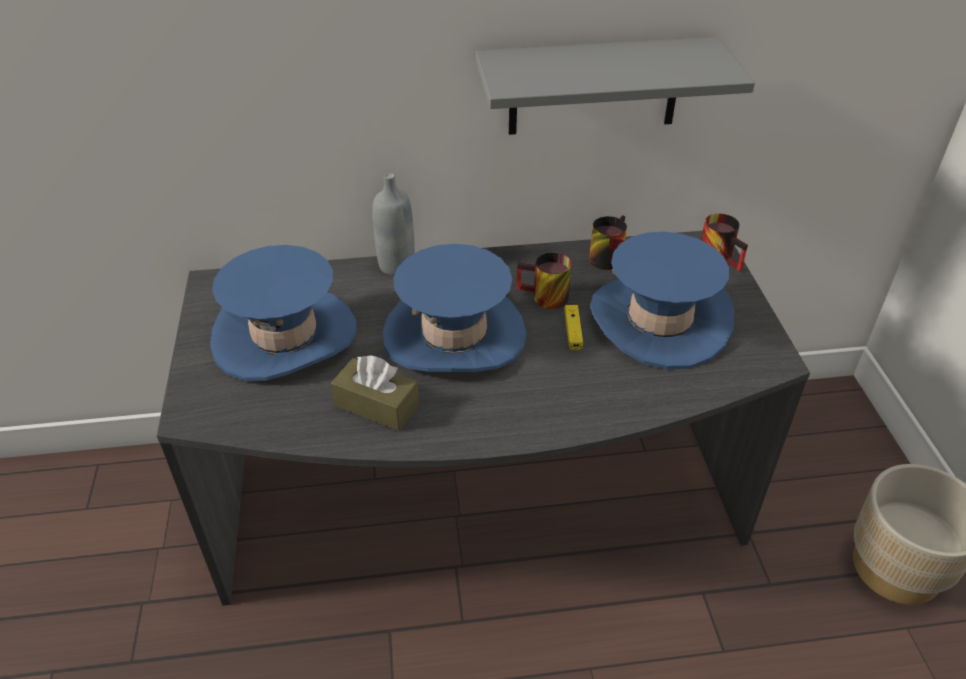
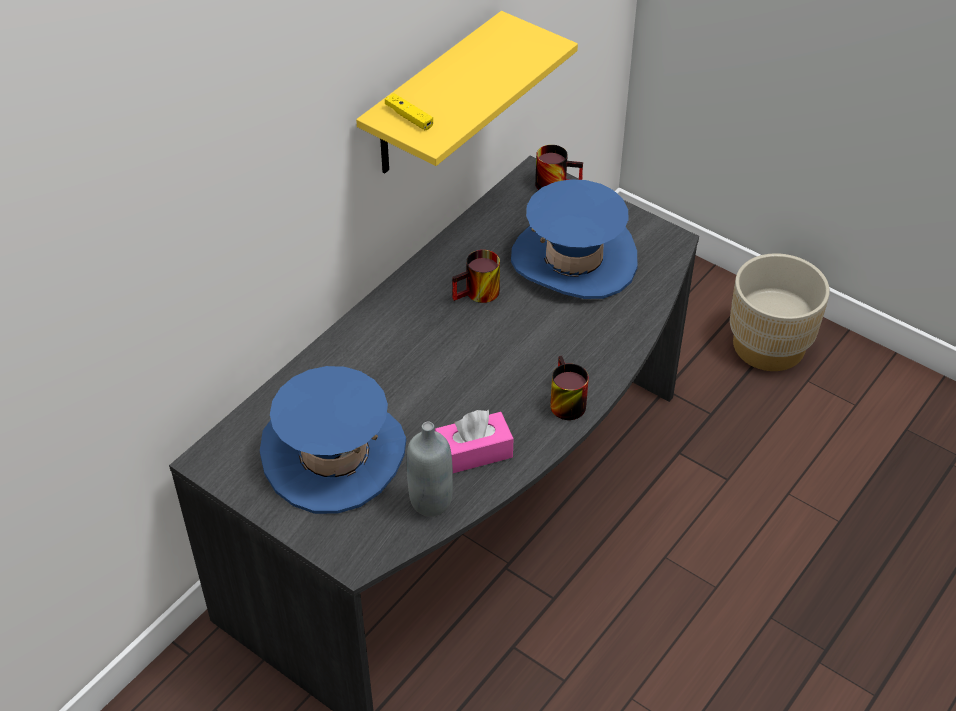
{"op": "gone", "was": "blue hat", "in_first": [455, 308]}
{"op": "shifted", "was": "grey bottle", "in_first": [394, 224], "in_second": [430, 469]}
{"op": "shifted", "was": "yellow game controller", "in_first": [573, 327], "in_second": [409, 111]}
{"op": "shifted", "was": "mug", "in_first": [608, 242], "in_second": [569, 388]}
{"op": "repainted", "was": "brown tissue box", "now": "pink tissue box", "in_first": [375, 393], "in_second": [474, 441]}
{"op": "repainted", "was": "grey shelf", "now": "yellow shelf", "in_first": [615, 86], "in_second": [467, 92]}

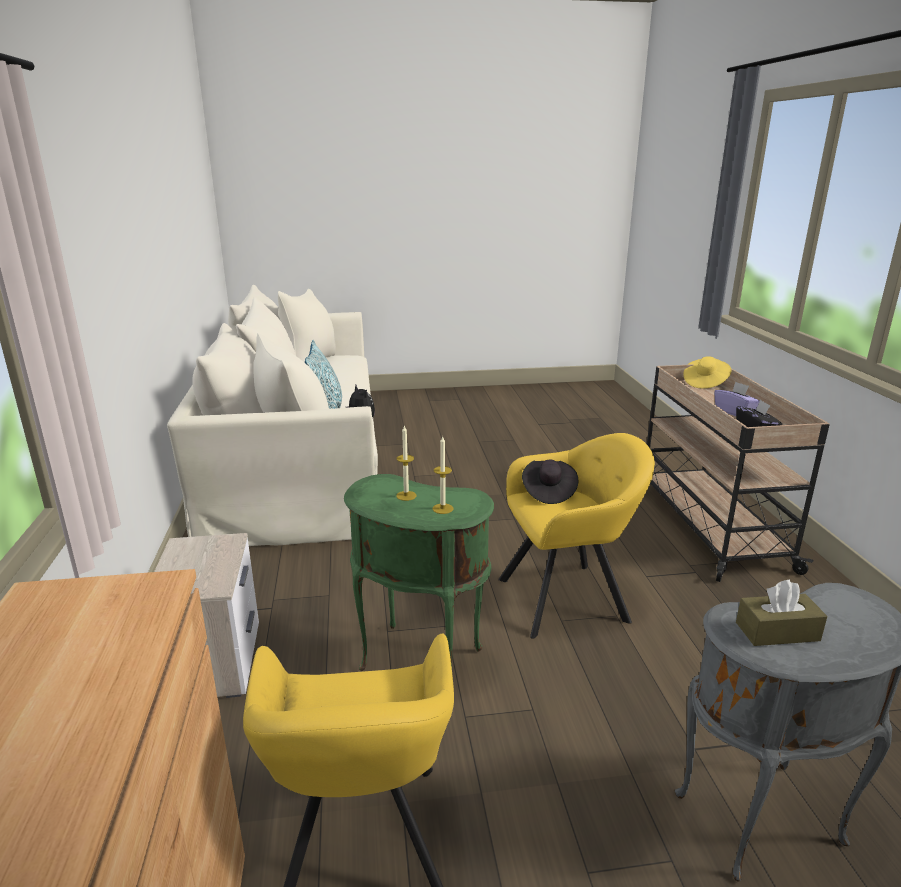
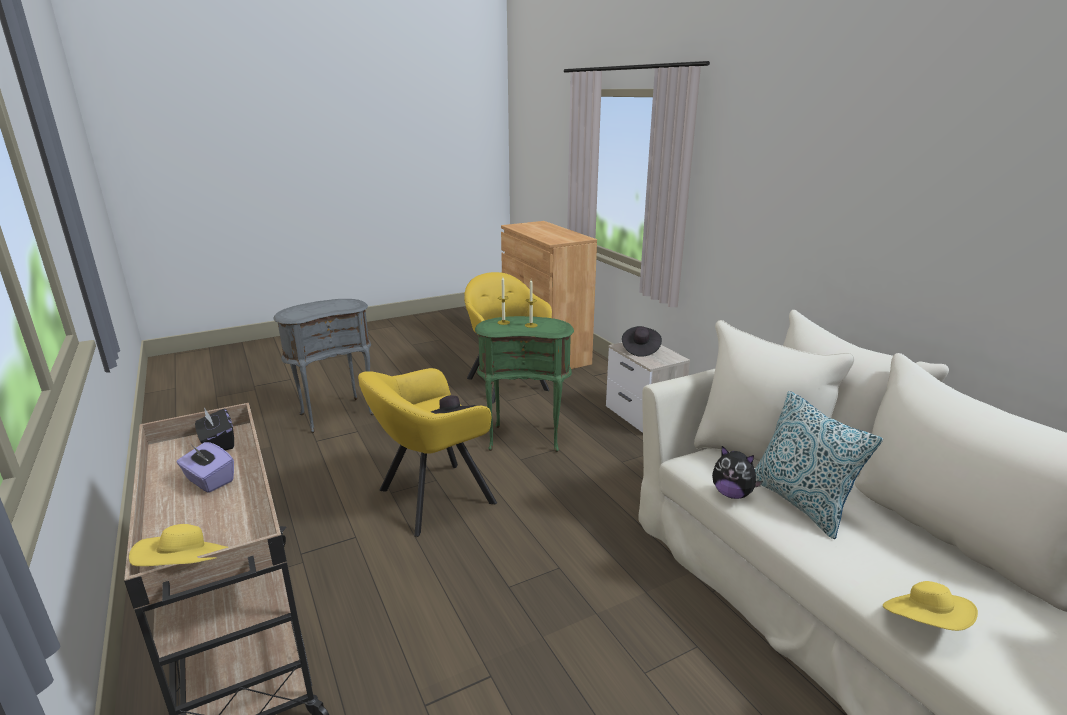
{"op": "gone", "was": "brown tissue box", "in_first": [781, 613]}
{"op": "new", "now": "black hat", "in_second": [642, 341]}
{"op": "new", "now": "yellow hat", "in_second": [930, 606]}

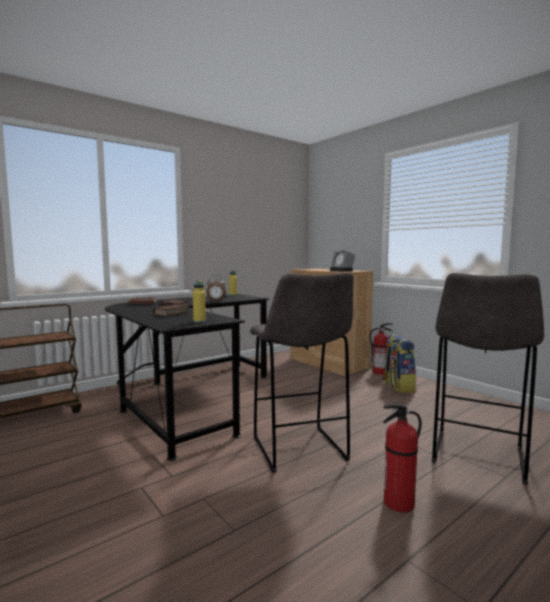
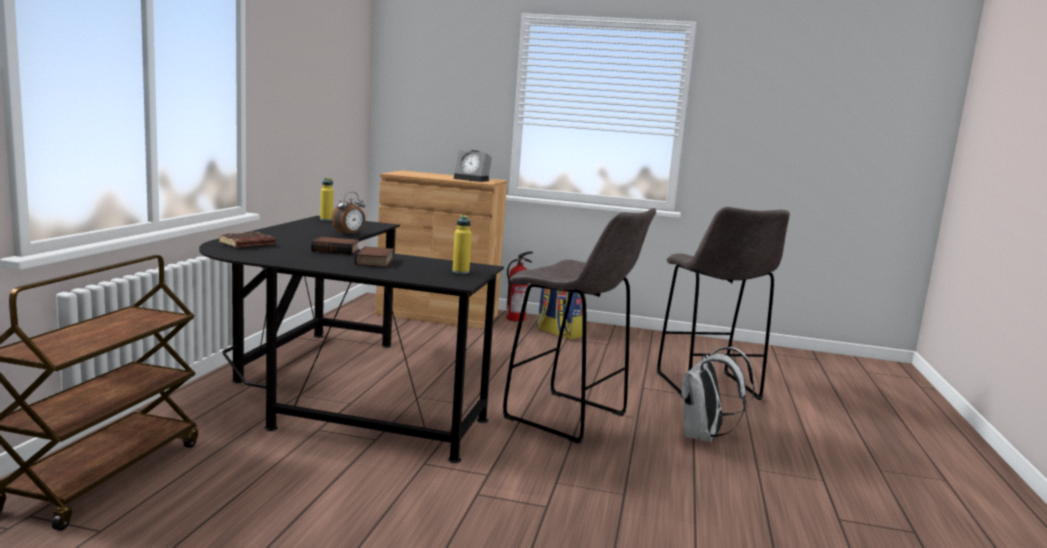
{"op": "swapped", "was": "fire extinguisher", "now": "white backpack", "in_first": [402, 458], "in_second": [718, 394]}

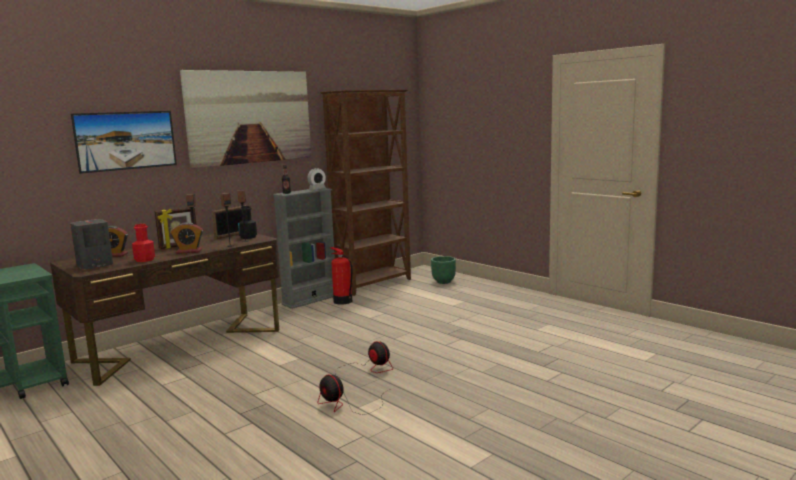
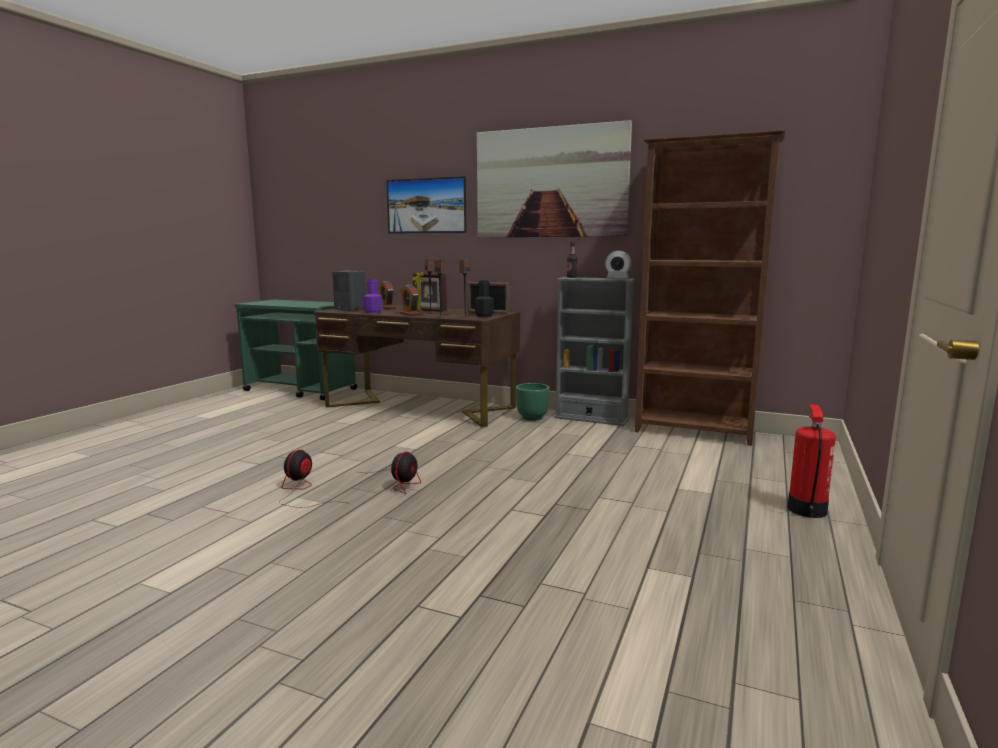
{"op": "shifted", "was": "fire extinguisher", "in_first": [341, 276], "in_second": [812, 461]}
{"op": "shifted", "was": "green planter", "in_first": [443, 270], "in_second": [533, 402]}
{"op": "repainted", "was": "red bottle", "now": "purple bottle", "in_first": [143, 243], "in_second": [372, 296]}

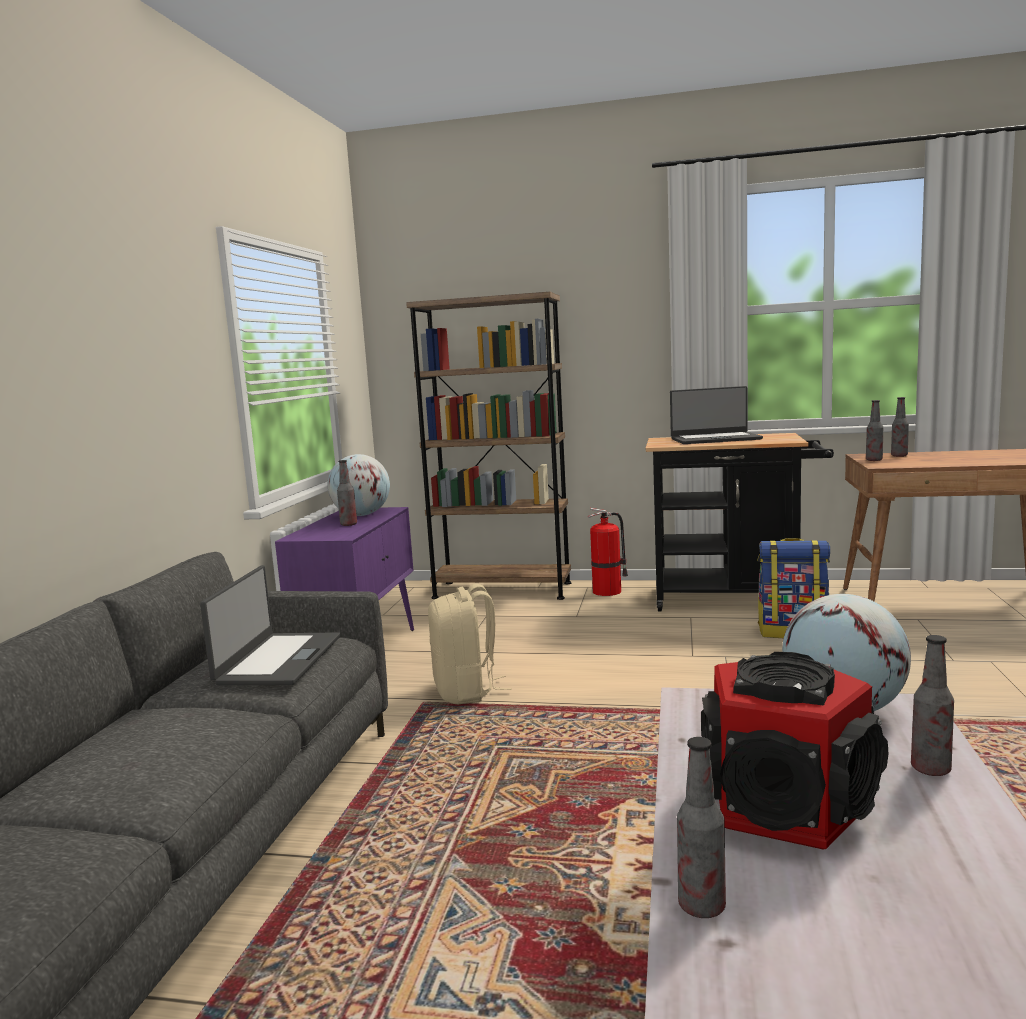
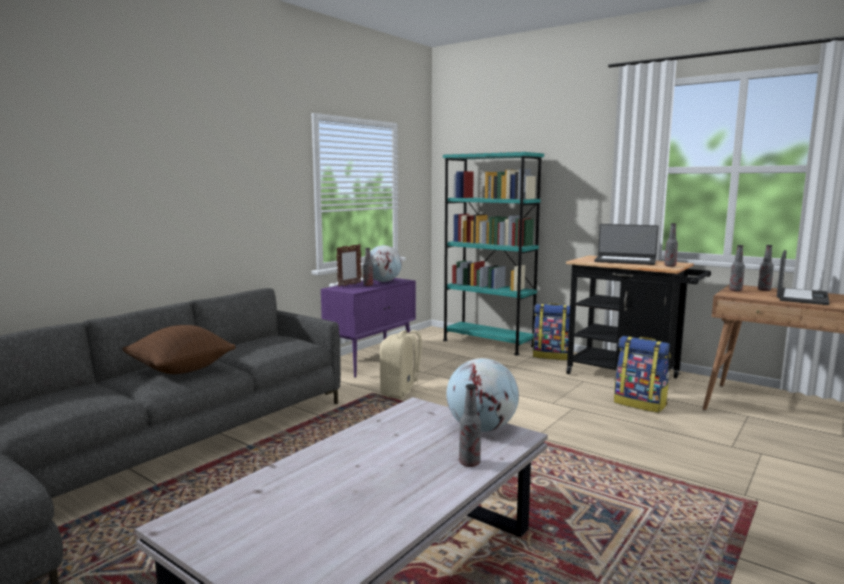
{"op": "gone", "was": "speaker", "in_first": [795, 751]}
{"op": "new", "now": "brown pillow", "in_second": [179, 349]}
{"op": "new", "now": "picture frame", "in_second": [349, 265]}
{"op": "shifted", "was": "laptop", "in_first": [270, 625], "in_second": [803, 277]}
{"op": "shifted", "was": "bottle", "in_first": [701, 827], "in_second": [671, 245]}
{"op": "swapped", "was": "fire extinguisher", "now": "backpack", "in_first": [608, 552], "in_second": [551, 331]}
{"op": "repainted", "was": "brown bookcase", "now": "turquoise bookcase", "in_first": [488, 446], "in_second": [493, 253]}

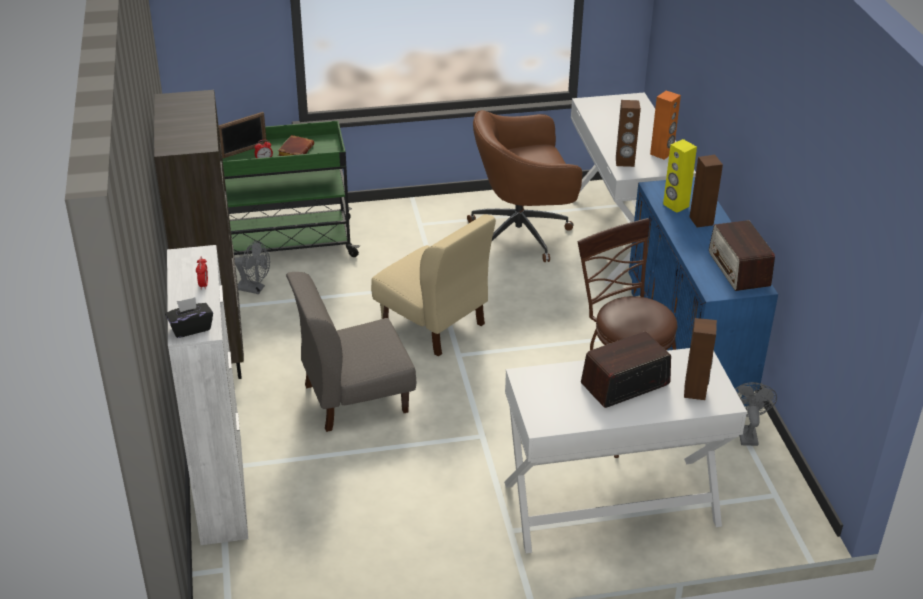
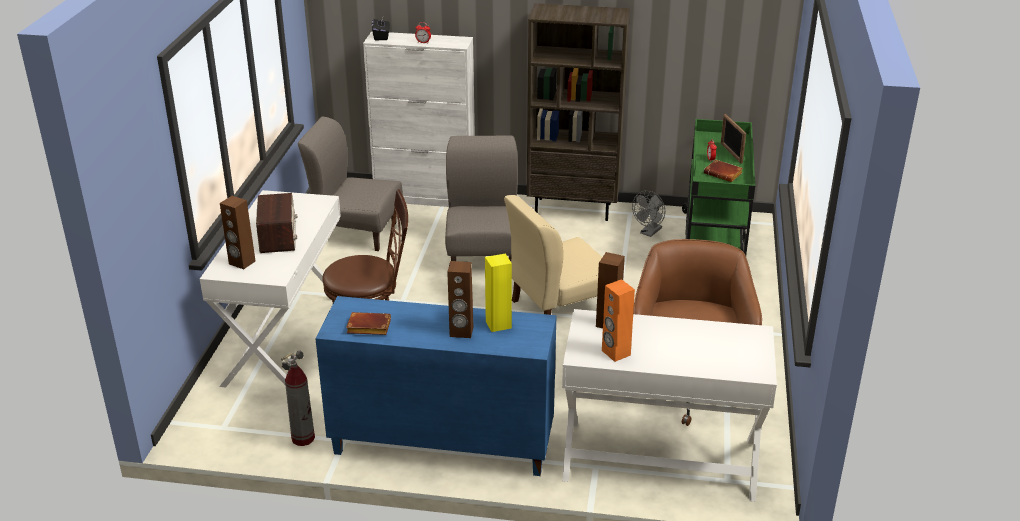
{"op": "new", "now": "grey chair", "in_second": [350, 184]}
{"op": "swapped", "was": "radio", "now": "brown book", "in_first": [742, 255], "in_second": [368, 323]}
{"op": "swapped", "was": "grey fan", "now": "fire extinguisher", "in_first": [756, 414], "in_second": [298, 398]}

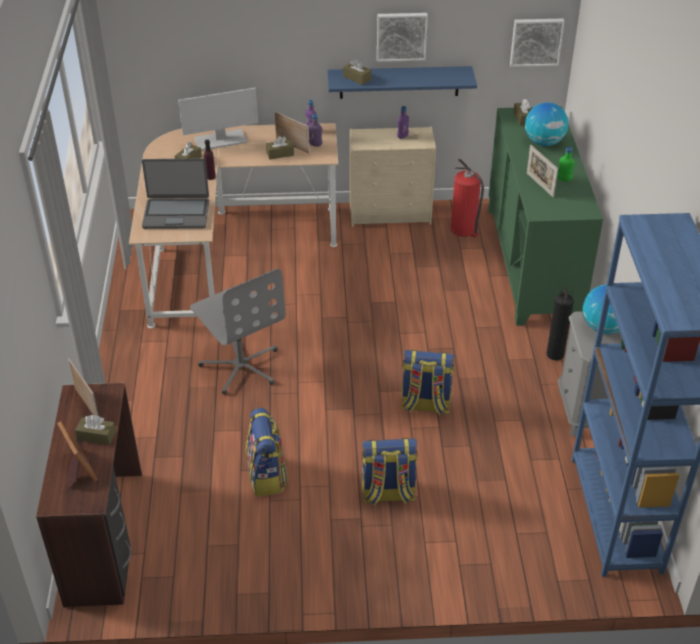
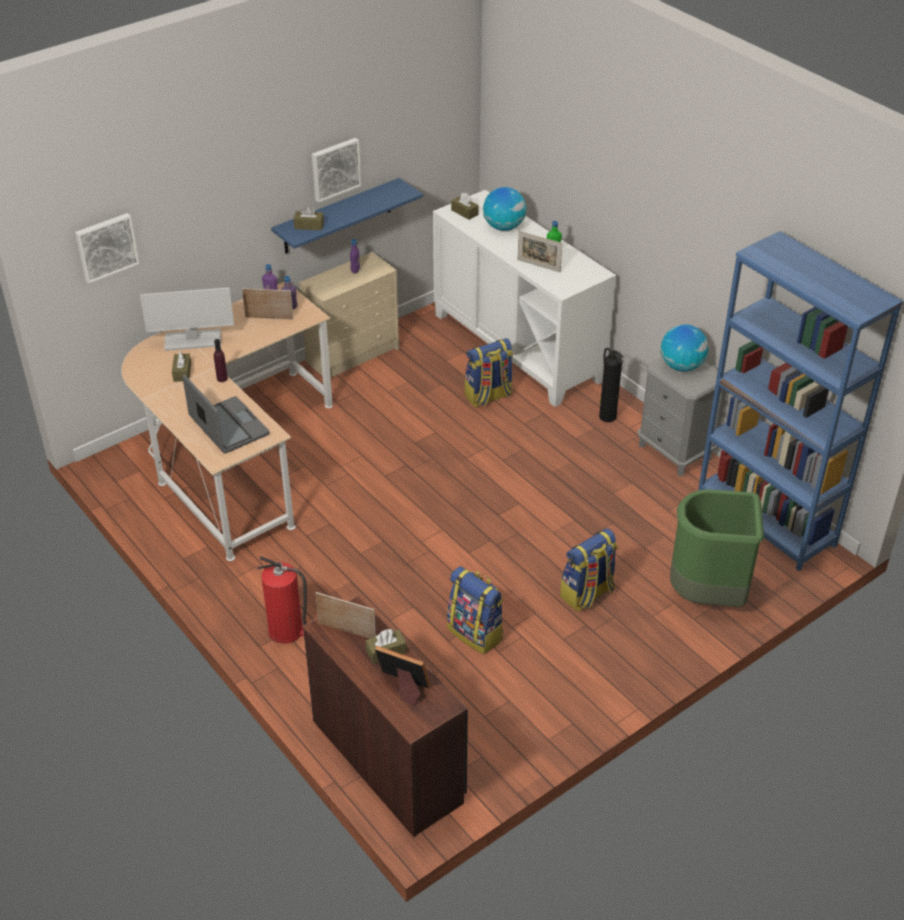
{"op": "gone", "was": "grey office chair", "in_first": [237, 331]}
{"op": "gone", "was": "brown tissue box", "in_first": [280, 148]}
{"op": "new", "now": "green trash can", "in_second": [717, 548]}
{"op": "shifted", "was": "backpack", "in_first": [427, 382], "in_second": [489, 372]}
{"op": "shifted", "was": "fire extinguisher", "in_first": [467, 198], "in_second": [282, 600]}
{"op": "shifted", "was": "picture", "in_first": [537, 43], "in_second": [107, 248]}
{"op": "repainted", "was": "green cabinet", "now": "white cabinet", "in_first": [545, 216], "in_second": [524, 298]}
{"op": "rotated", "was": "laptop", "in_first": [175, 194], "in_second": [226, 414], "clockwise": -90}
{"op": "rotated", "was": "monitor", "in_first": [218, 119], "in_second": [187, 319], "clockwise": 45}

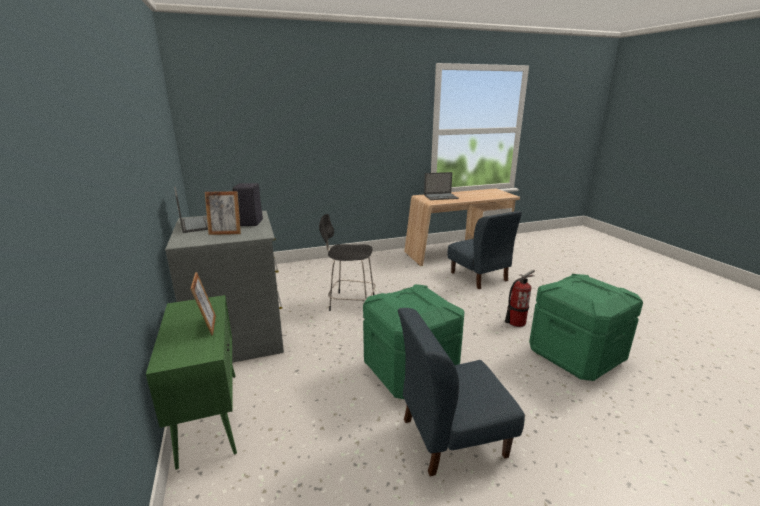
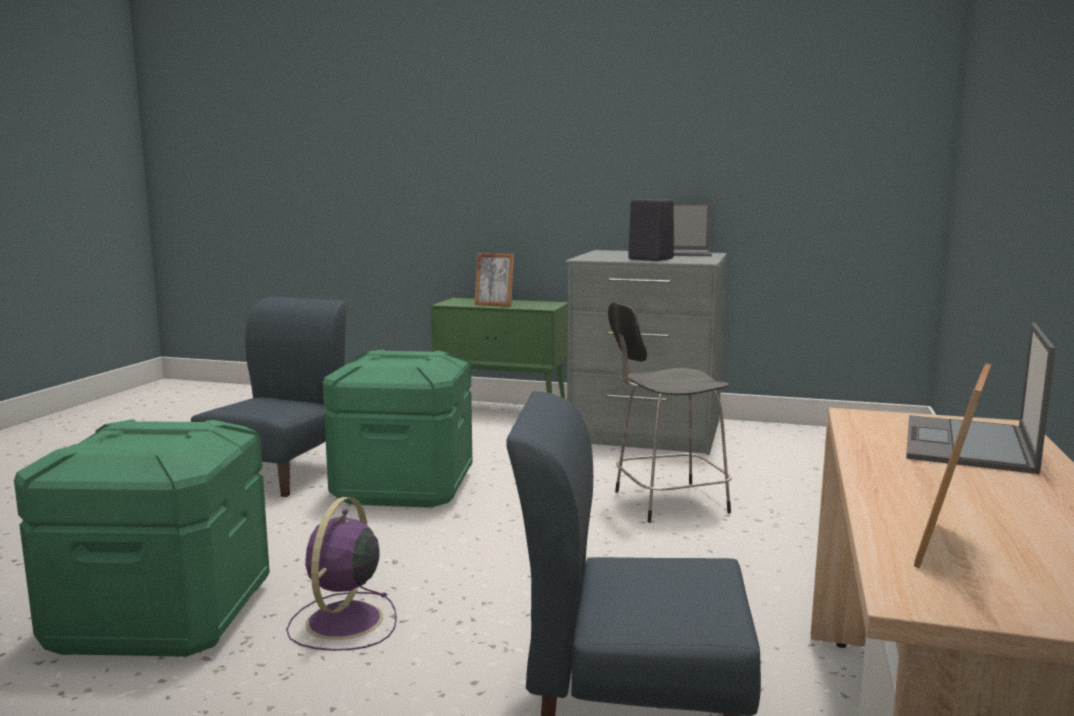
{"op": "shifted", "was": "picture frame", "in_first": [223, 213], "in_second": [952, 465]}
{"op": "swapped", "was": "fire extinguisher", "now": "purple fan", "in_first": [520, 298], "in_second": [341, 574]}
{"op": "rotated", "was": "black chair", "in_first": [347, 262], "in_second": [670, 412], "clockwise": -150}

